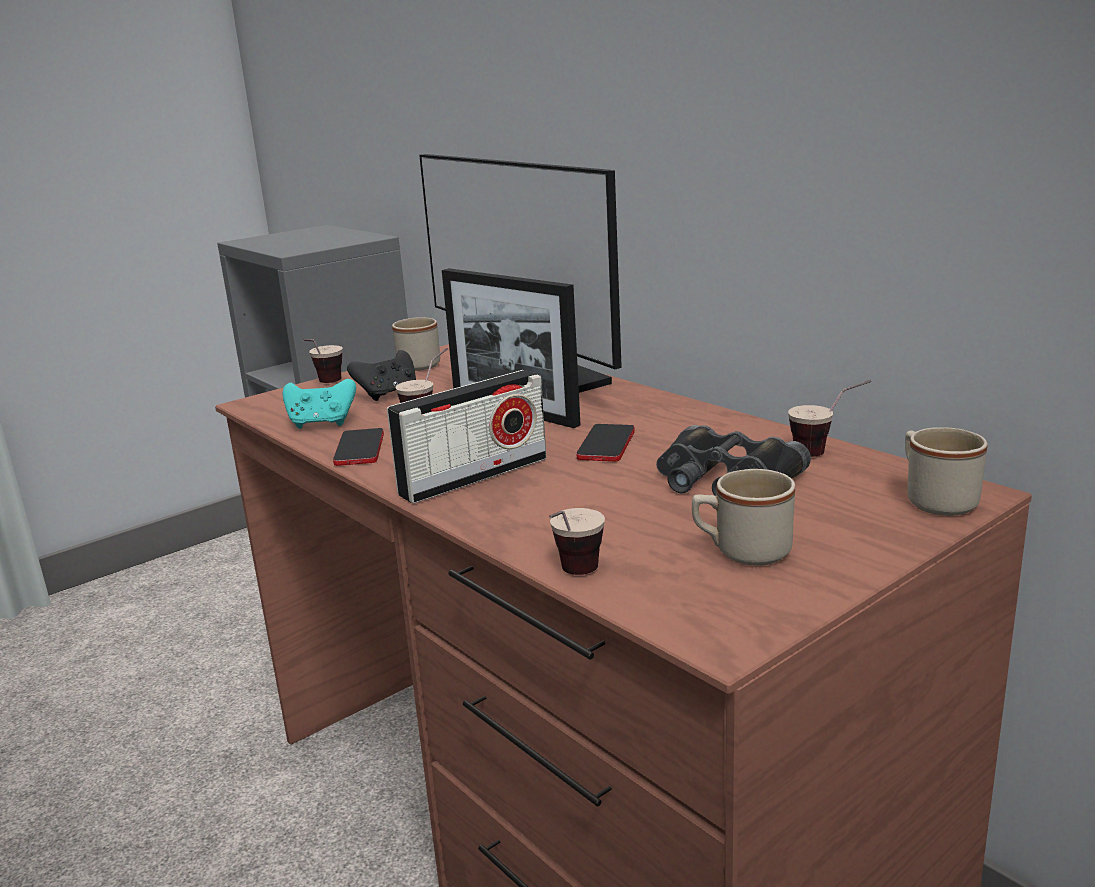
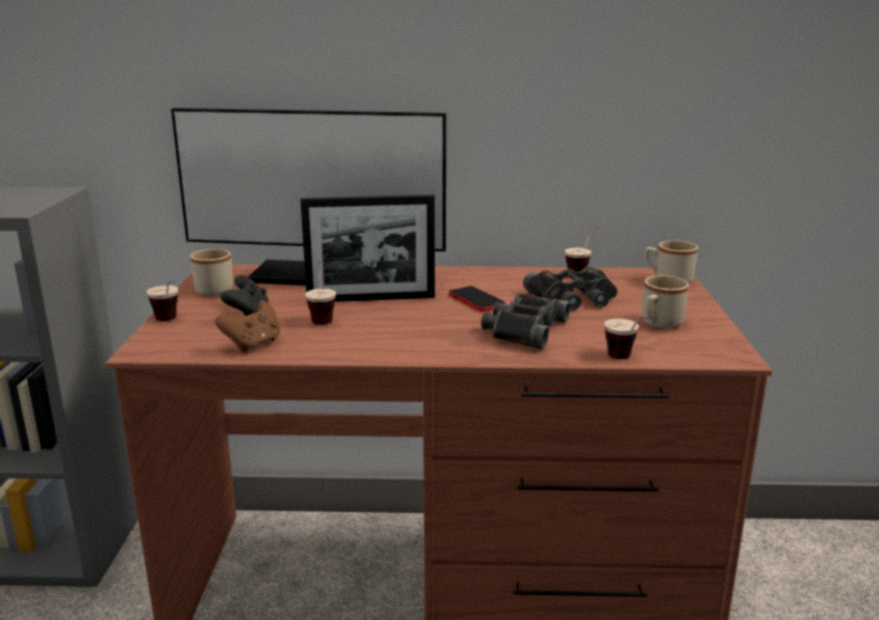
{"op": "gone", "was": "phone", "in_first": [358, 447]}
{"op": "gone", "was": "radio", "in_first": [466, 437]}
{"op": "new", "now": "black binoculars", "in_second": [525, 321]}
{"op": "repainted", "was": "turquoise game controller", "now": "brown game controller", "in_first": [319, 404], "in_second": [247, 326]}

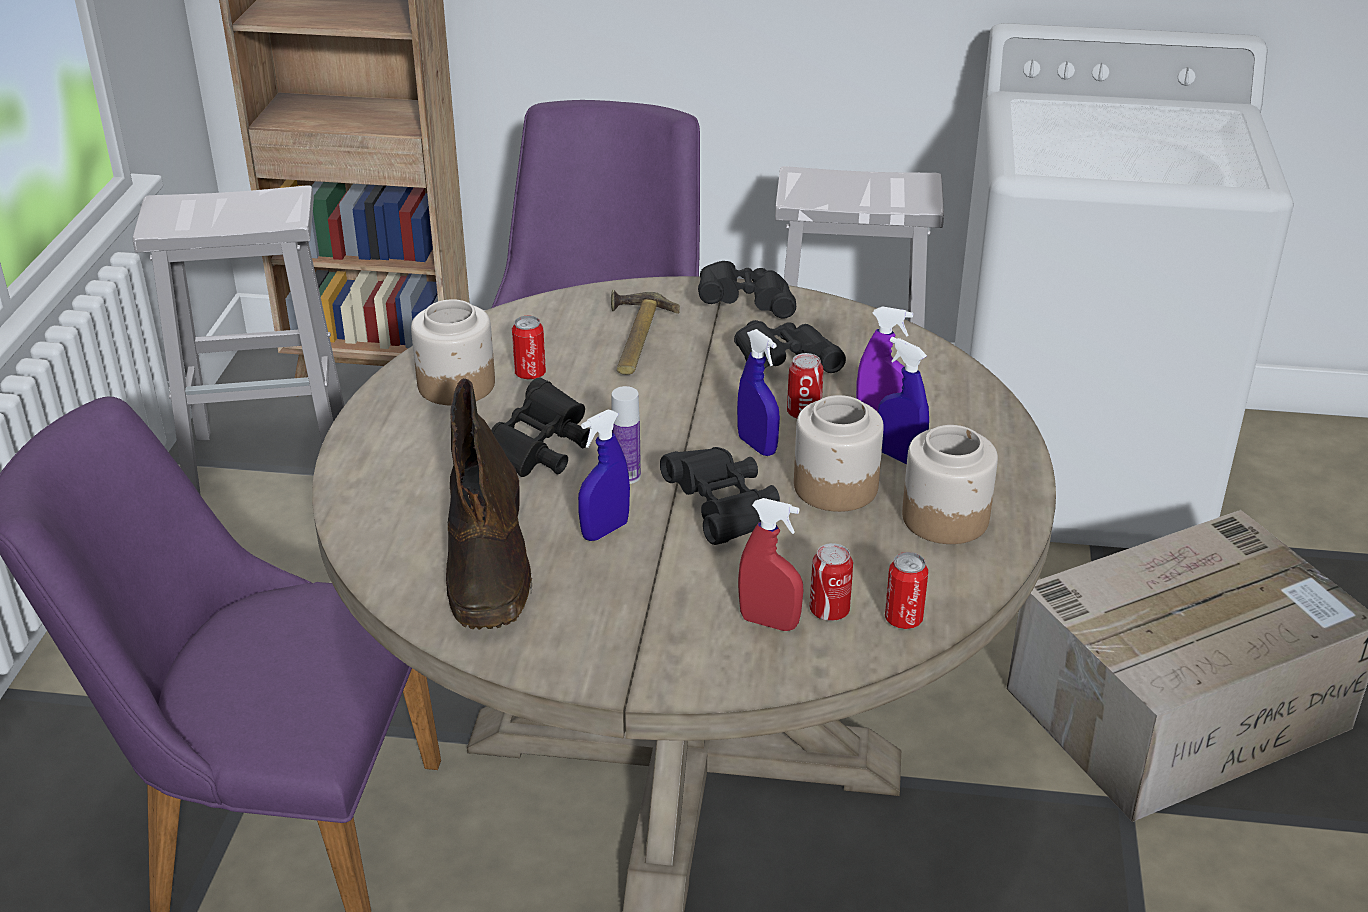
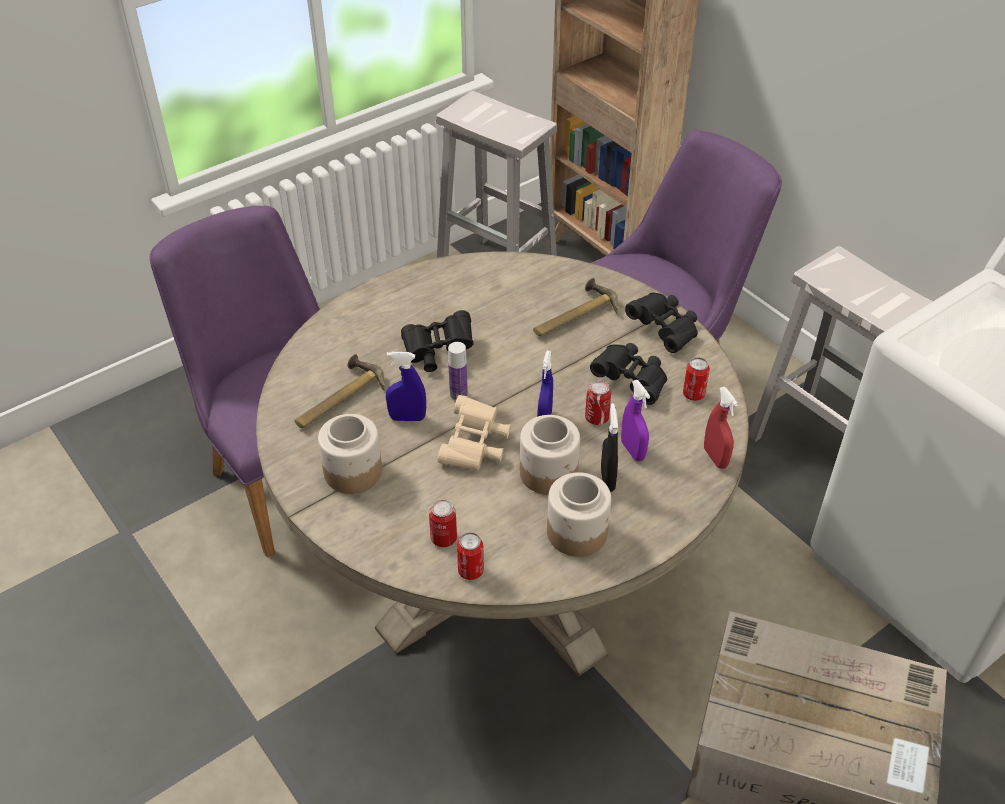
{"op": "shifted", "was": "jar", "in_first": [453, 352], "in_second": [350, 454]}
{"op": "shifted", "was": "can", "in_first": [529, 347], "in_second": [696, 379]}
{"op": "shifted", "was": "red spray bottle", "in_first": [770, 564], "in_second": [721, 428]}
{"op": "swapped", "was": "brown boot", "now": "hammer", "in_first": [489, 504], "in_second": [340, 391]}
{"op": "repainted", "was": "black binoculars", "now": "beige binoculars", "in_first": [720, 496], "in_second": [474, 433]}
{"op": "repainted", "was": "blue spray bottle", "now": "black spray bottle", "in_first": [903, 400], "in_second": [609, 447]}

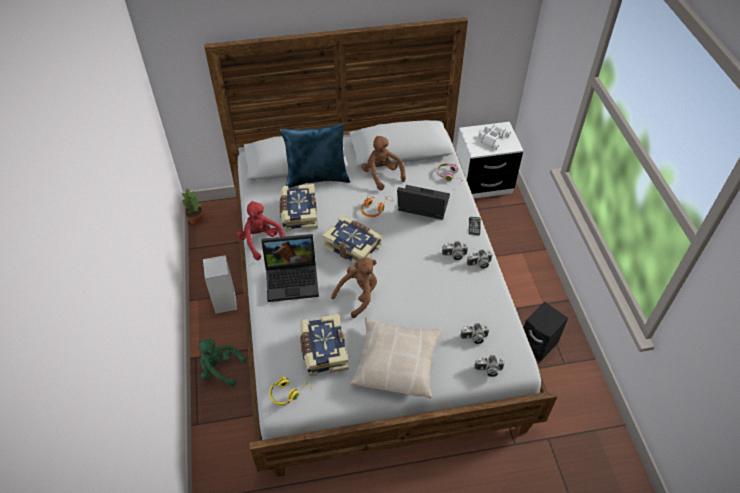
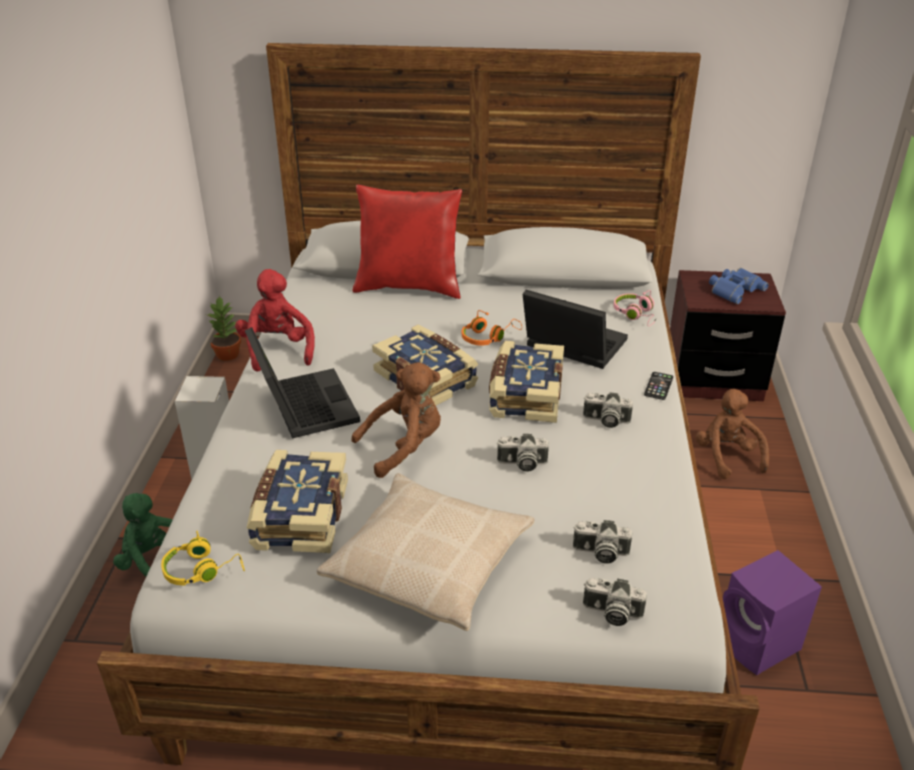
{"op": "shifted", "was": "book", "in_first": [299, 207], "in_second": [526, 382]}
{"op": "shifted", "was": "brown plush toy", "in_first": [384, 163], "in_second": [732, 434]}
{"op": "shifted", "was": "photo camera", "in_first": [480, 259], "in_second": [523, 453]}
{"op": "repainted", "was": "blue pillow", "now": "red pillow", "in_first": [315, 155], "in_second": [407, 242]}
{"op": "repainted", "was": "white nightstand", "now": "brown nightstand", "in_first": [489, 160], "in_second": [728, 335]}
{"op": "repainted", "was": "white binoculars", "now": "blue binoculars", "in_first": [495, 137], "in_second": [739, 286]}
{"op": "repainted", "was": "black speaker", "now": "purple speaker", "in_first": [545, 331], "in_second": [772, 612]}
{"op": "rotated", "was": "laptop", "in_first": [290, 268], "in_second": [302, 382], "clockwise": -120}

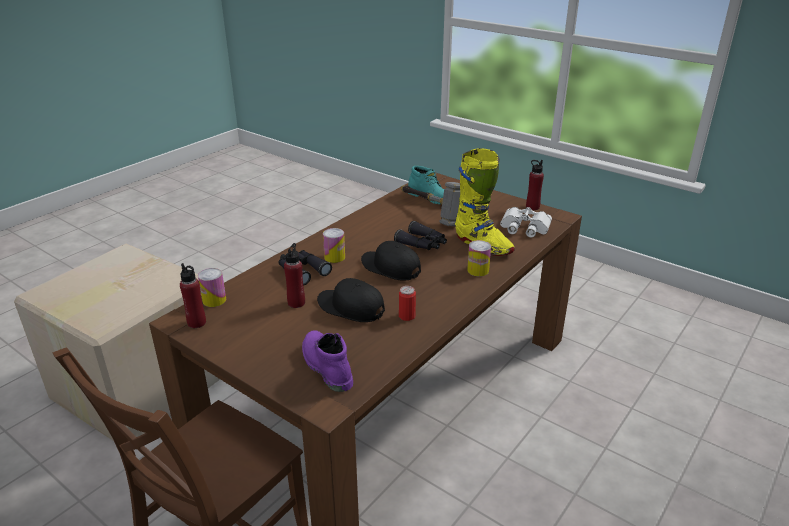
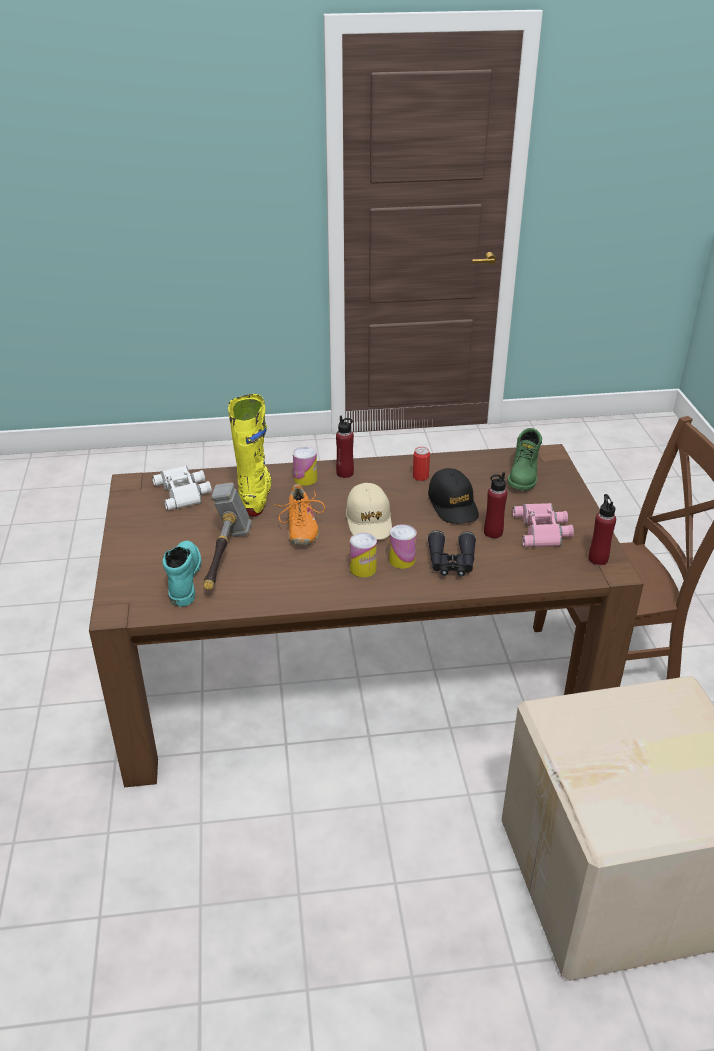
{"op": "new", "now": "pink binoculars", "in_second": [543, 525]}
{"op": "shifted", "was": "can", "in_first": [212, 287], "in_second": [363, 555]}
{"op": "shifted", "was": "red bottle", "in_first": [535, 185], "in_second": [345, 447]}
{"op": "swapped", "was": "black binoculars", "now": "orange shoe", "in_first": [420, 235], "in_second": [300, 515]}
{"op": "repainted", "was": "purple boot", "now": "green boot", "in_first": [327, 361], "in_second": [524, 459]}
{"op": "repainted", "was": "black cap", "now": "beige cap", "in_first": [391, 261], "in_second": [369, 511]}

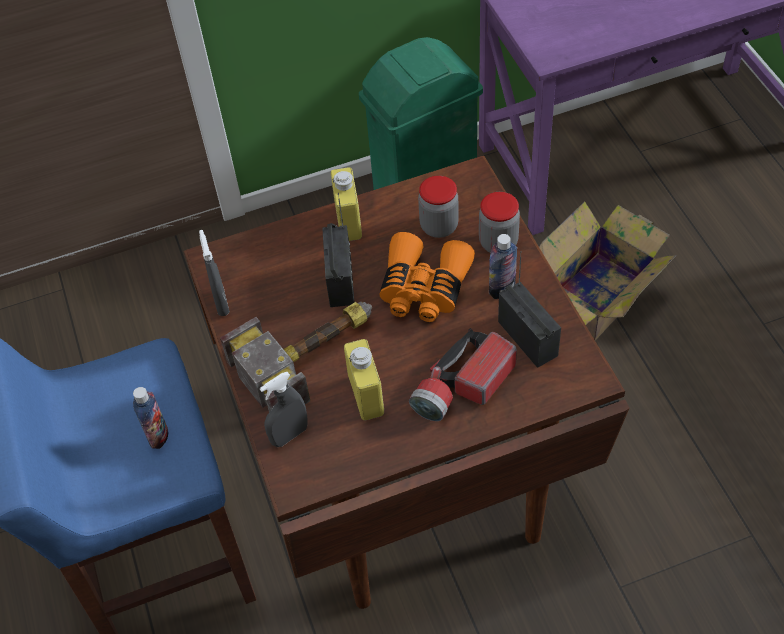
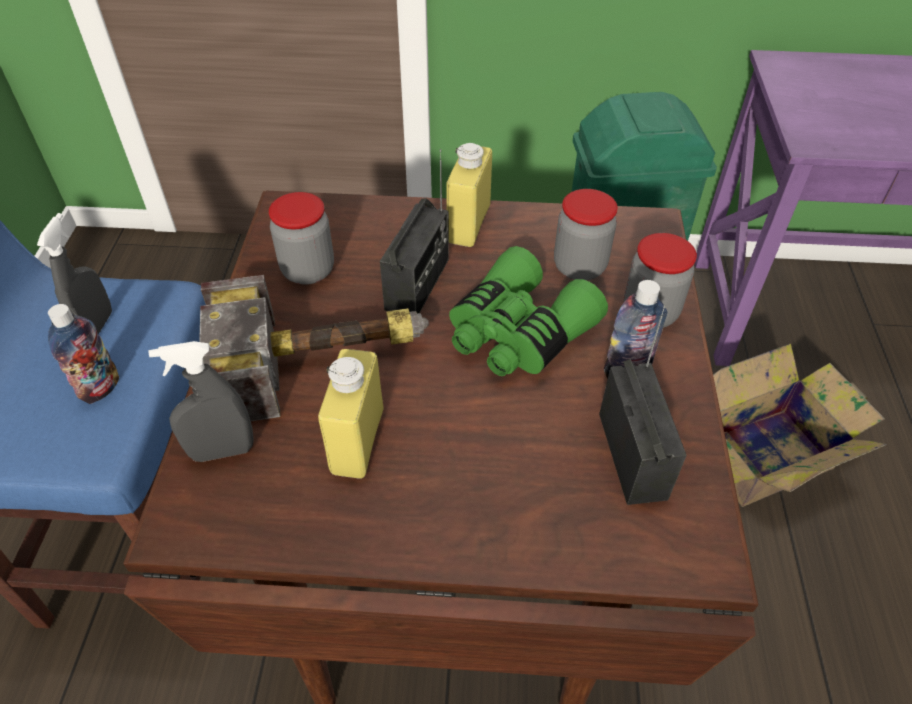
{"op": "gone", "was": "flashlight", "in_first": [463, 374]}
{"op": "new", "now": "jar", "in_second": [301, 238]}
{"op": "shifted", "was": "grey spray bottle", "in_first": [214, 273], "in_second": [74, 273]}
{"op": "repainted", "was": "orange binoculars", "now": "green binoculars", "in_first": [427, 277], "in_second": [528, 311]}

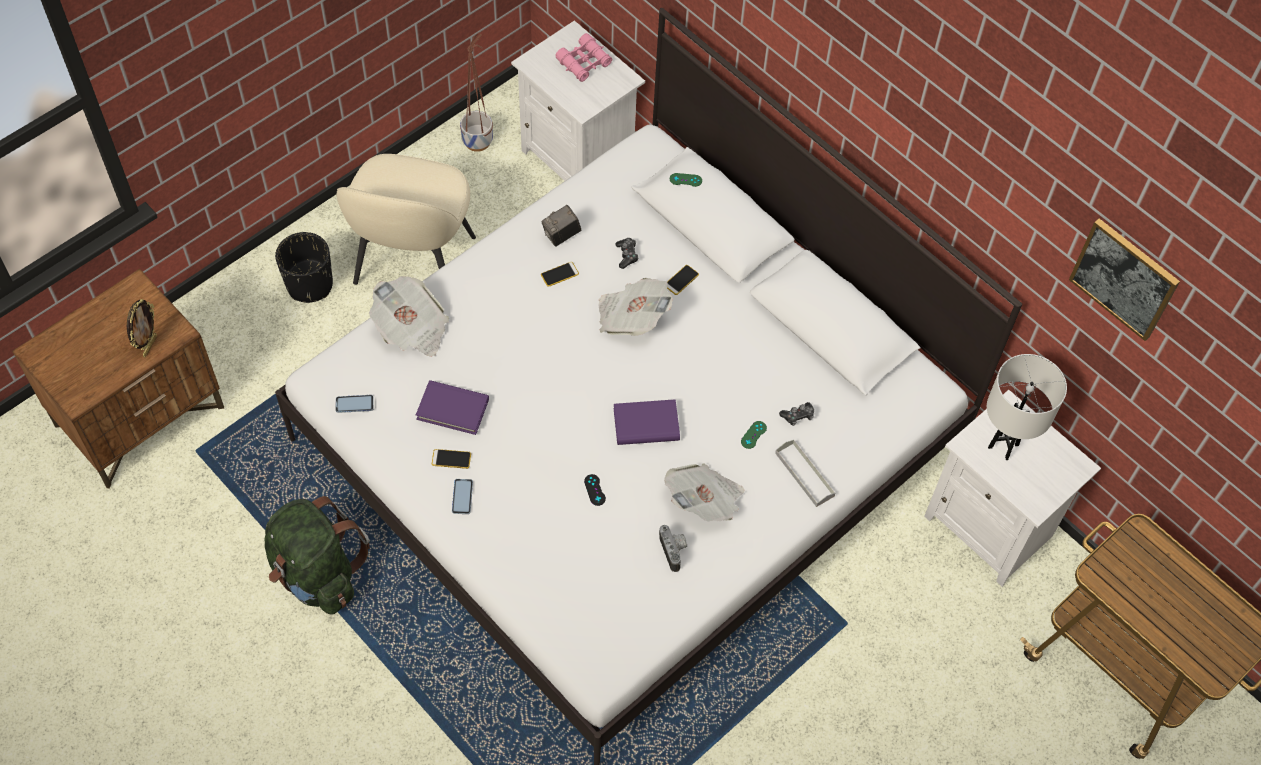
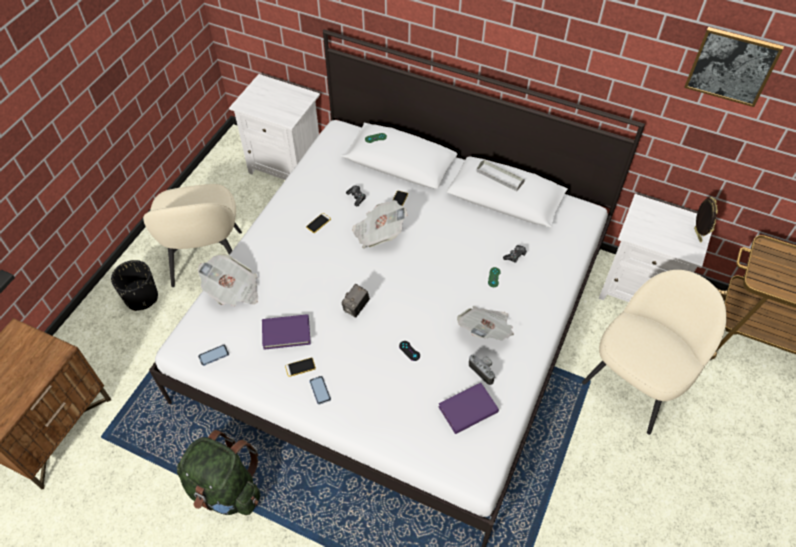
{"op": "gone", "was": "planter", "in_first": [476, 92]}
{"op": "gone", "was": "pink binoculars", "in_first": [583, 57]}
{"op": "gone", "was": "white table lamp", "in_first": [1027, 407]}
{"op": "new", "now": "beige chair", "in_second": [654, 352]}
{"op": "shifted", "was": "picture frame", "in_first": [142, 328], "in_second": [706, 219]}
{"op": "shifted", "was": "photo camera", "in_first": [561, 226], "in_second": [355, 301]}
{"op": "shifted", "was": "purple book", "in_first": [647, 422], "in_second": [468, 408]}
{"op": "shifted", "was": "grey tray", "in_first": [805, 473], "in_second": [500, 175]}

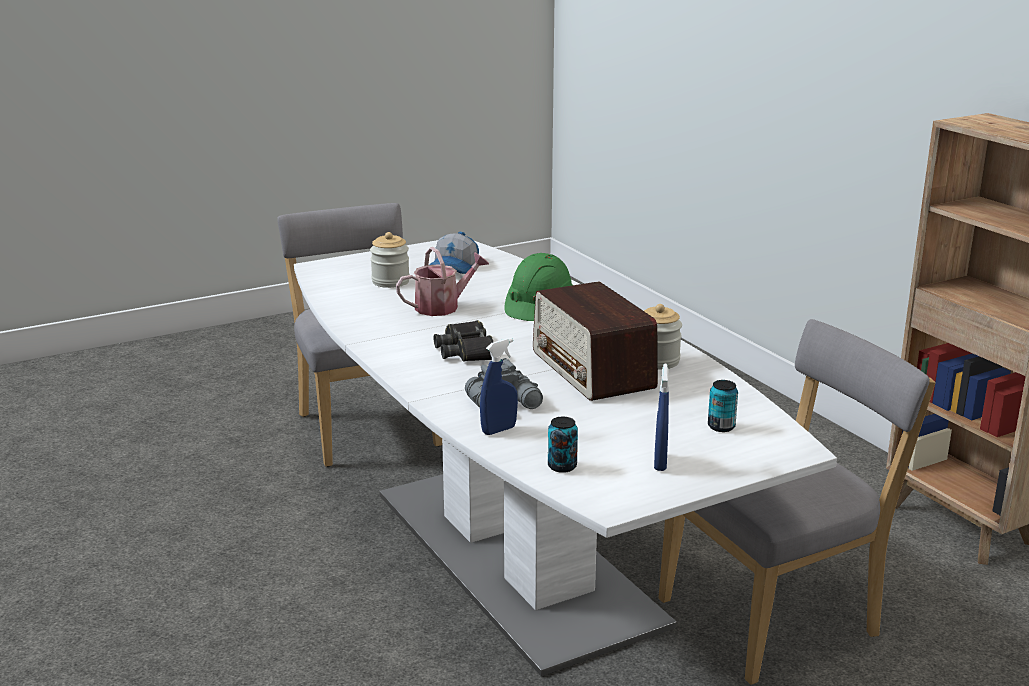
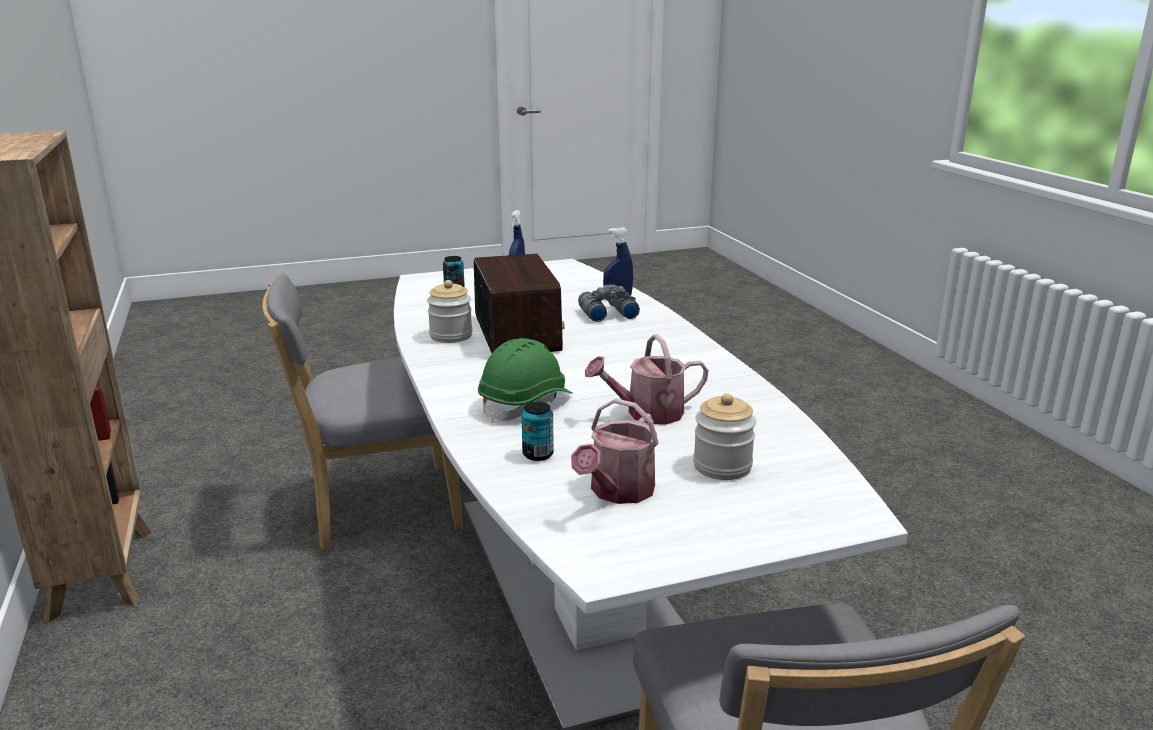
{"op": "gone", "was": "black binoculars", "in_first": [463, 340]}
{"op": "shifted", "was": "can", "in_first": [563, 445], "in_second": [538, 431]}
{"op": "swapped", "was": "cap", "now": "watering can", "in_first": [454, 253], "in_second": [614, 451]}

